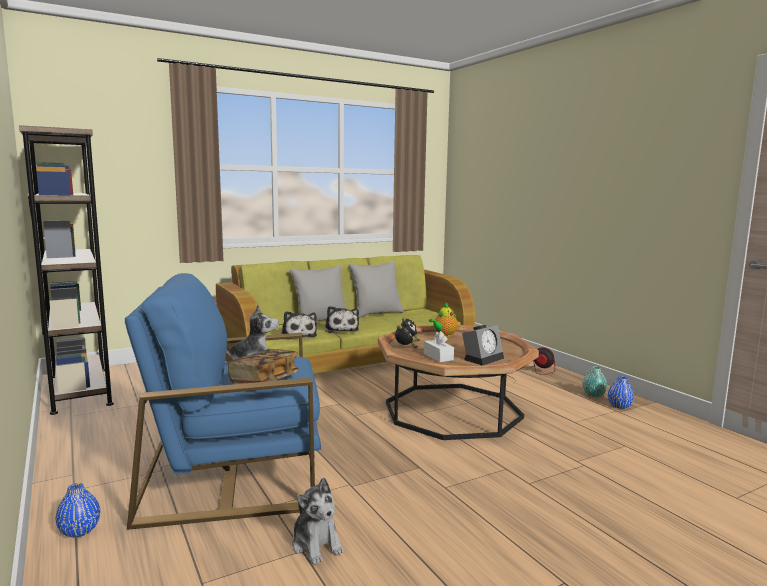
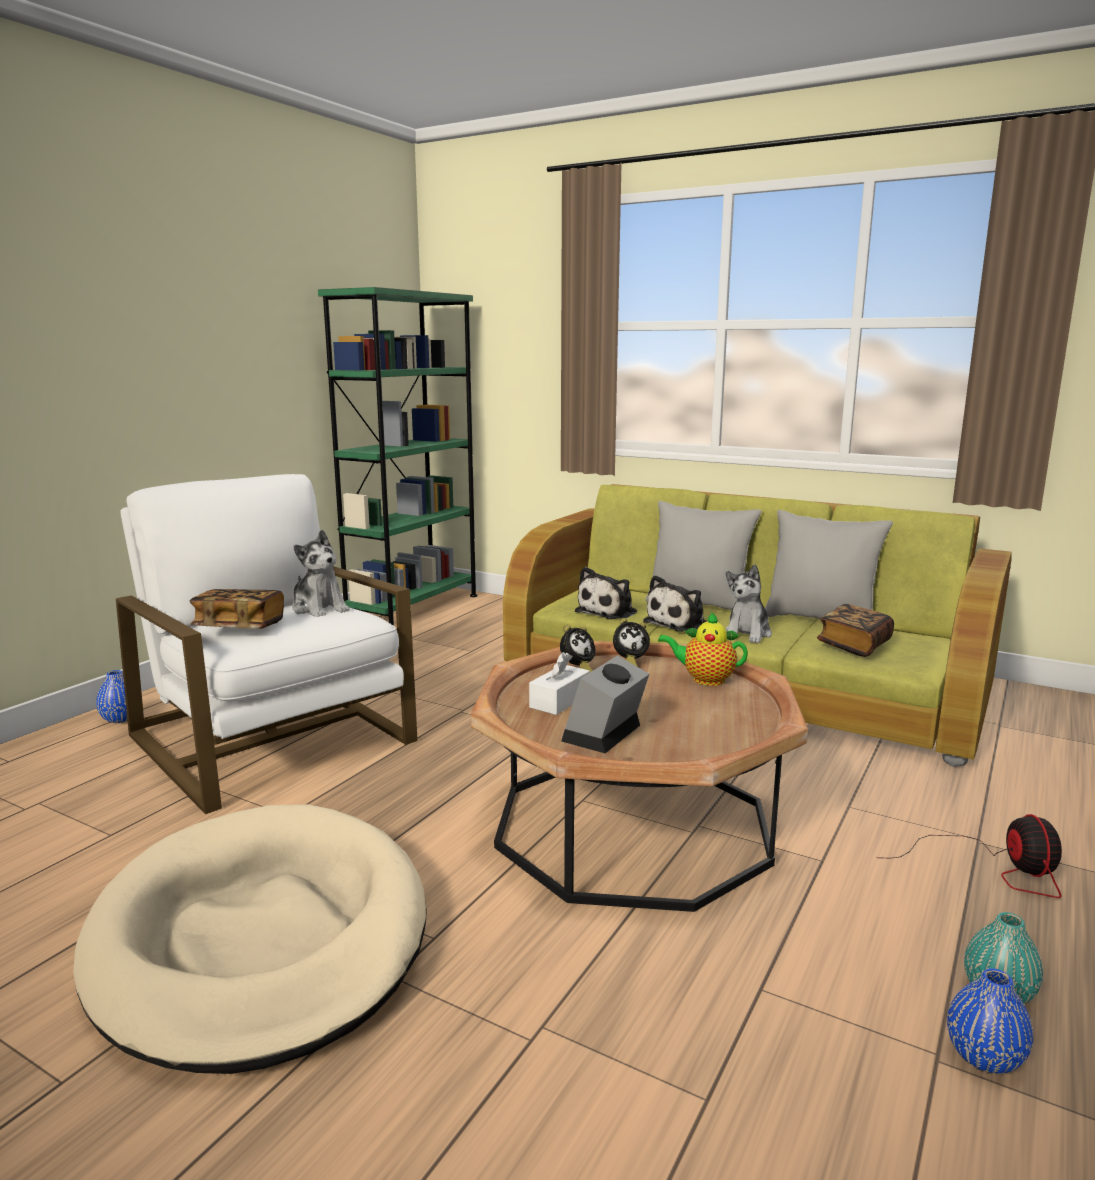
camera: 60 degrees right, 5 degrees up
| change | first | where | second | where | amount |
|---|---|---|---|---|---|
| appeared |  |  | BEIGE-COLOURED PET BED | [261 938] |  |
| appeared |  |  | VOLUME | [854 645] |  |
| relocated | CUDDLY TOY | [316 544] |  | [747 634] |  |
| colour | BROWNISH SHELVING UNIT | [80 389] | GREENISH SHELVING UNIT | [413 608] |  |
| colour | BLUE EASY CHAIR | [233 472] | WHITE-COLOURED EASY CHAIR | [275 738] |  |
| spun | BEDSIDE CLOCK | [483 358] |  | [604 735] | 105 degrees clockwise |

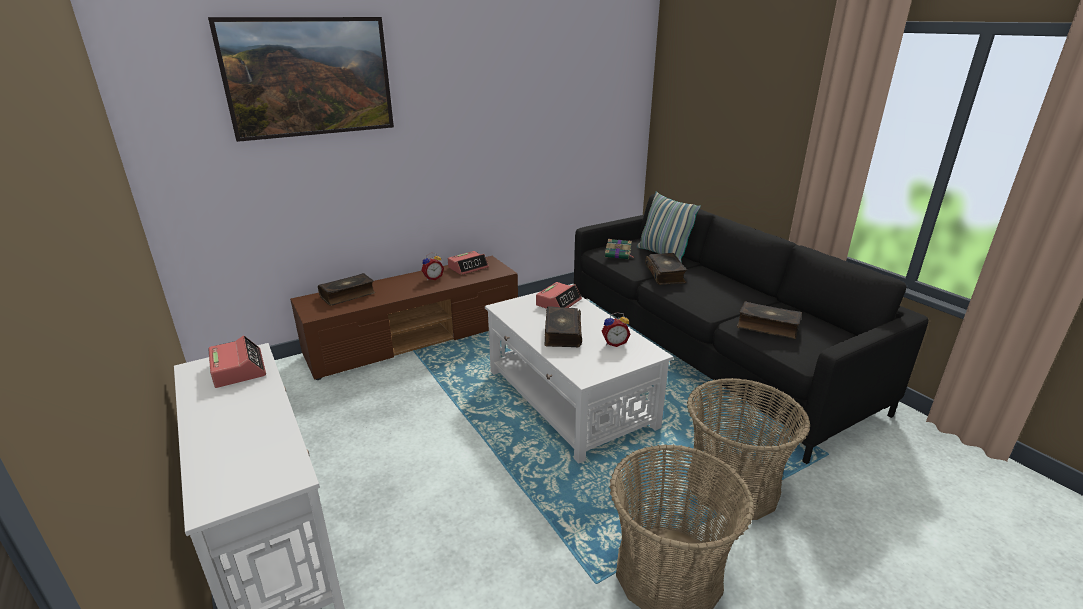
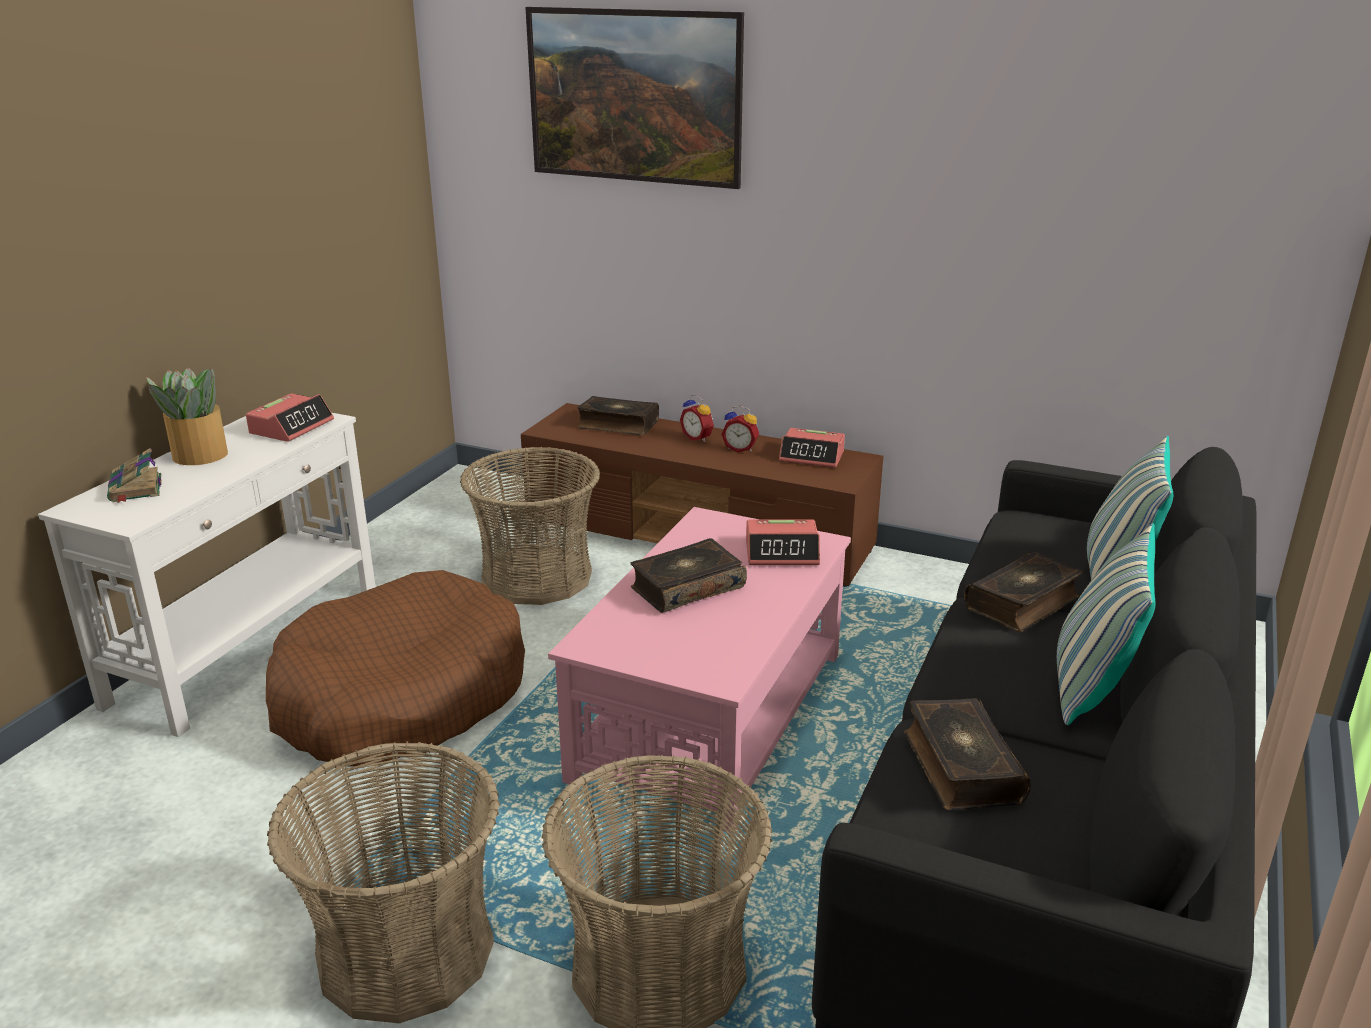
camera: 55 degrees right, 0 degrees up
| change | first | where | second | where | amount |
|---|---|---|---|---|---|
| appeared |  |  | PLANT IN A POT | [199 455] |  |
| appeared |  |  | BROWNISH PET BED | [401 697] |  |
| appeared |  |  | BASKET | [537 577] |  |
| appeared |  |  | THROW PILLOW | [1091 686] |  |
| relocated | BEDSIDE CLOCK | [614 343] |  | [698 438] |  |
| relocated | VOLUME | [618 255] |  | [135 489] |  |
| colour | WHITE-COLOURED COFFEE TABLE | [569 399] | PINK COFFEE TABLE | [709 716] |  |

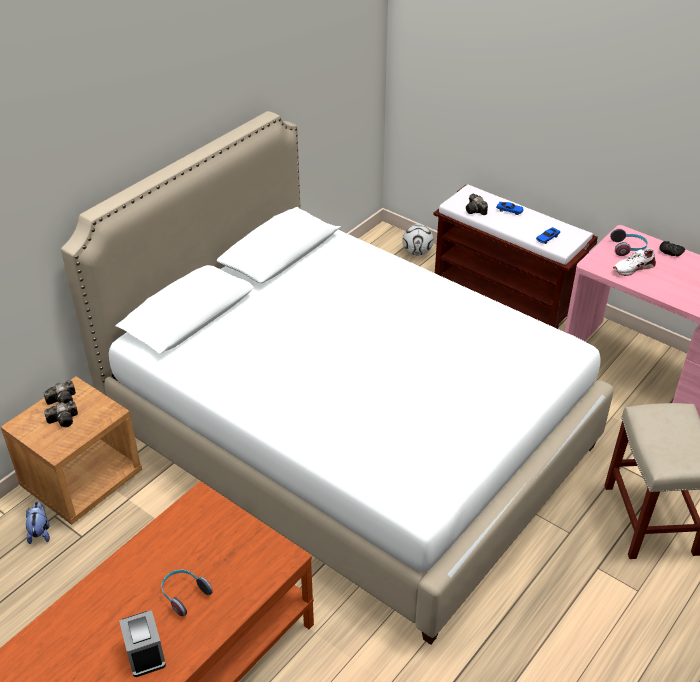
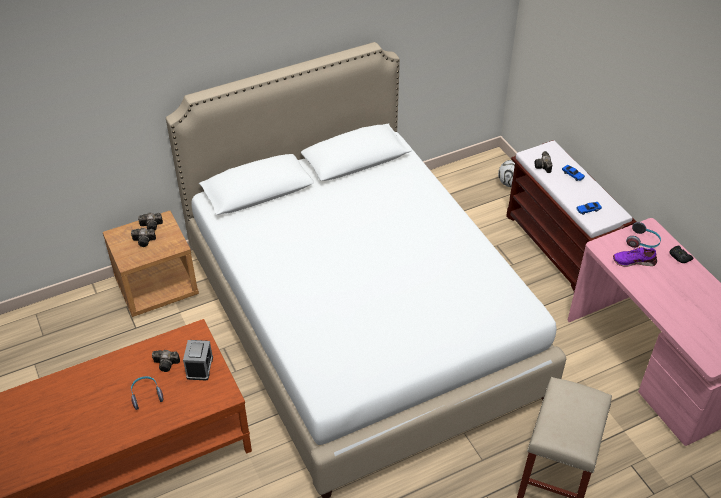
camera: 25 degrees right, 5 degrees up
| change | first | where | second | where | amount |
|---|---|---|---|---|---|
| missing | CUDDLY TOY | [40 532] |  |  |  |
| appeared |  |  | STILL CAMERA | [167 364] |  |
| relocated | BEDSIDE CLOCK | [145 653] |  | [199 367] |  |
| colour | WHITE-COLOURED ITEM OF FOOTWEAR | [633 268] | PURPLE-COLOURED ITEM OF FOOTWEAR | [634 261] |  |

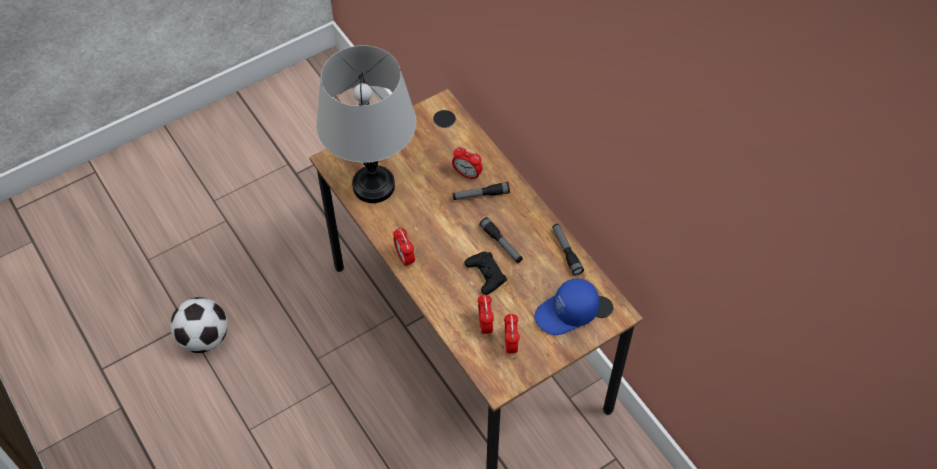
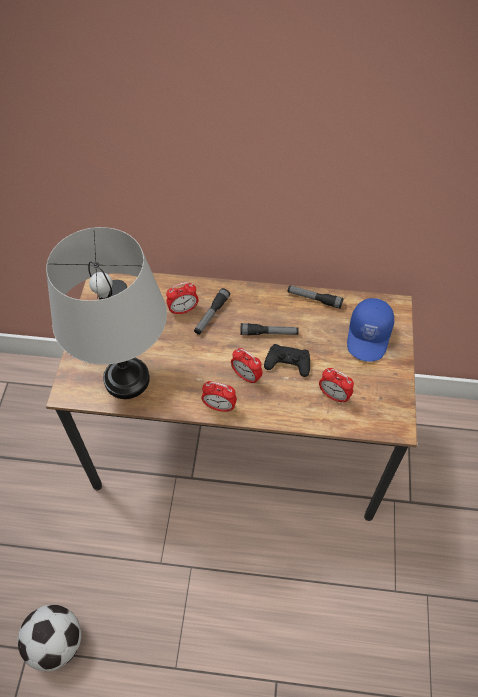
camera: 50 degrees left, 0 degrees up
| change | first | where | second | where | amount |
|---|---|---|---|---|---|
| relocated | BEDSIDE CLOCK | [510 344] |  | [246 376] |  |

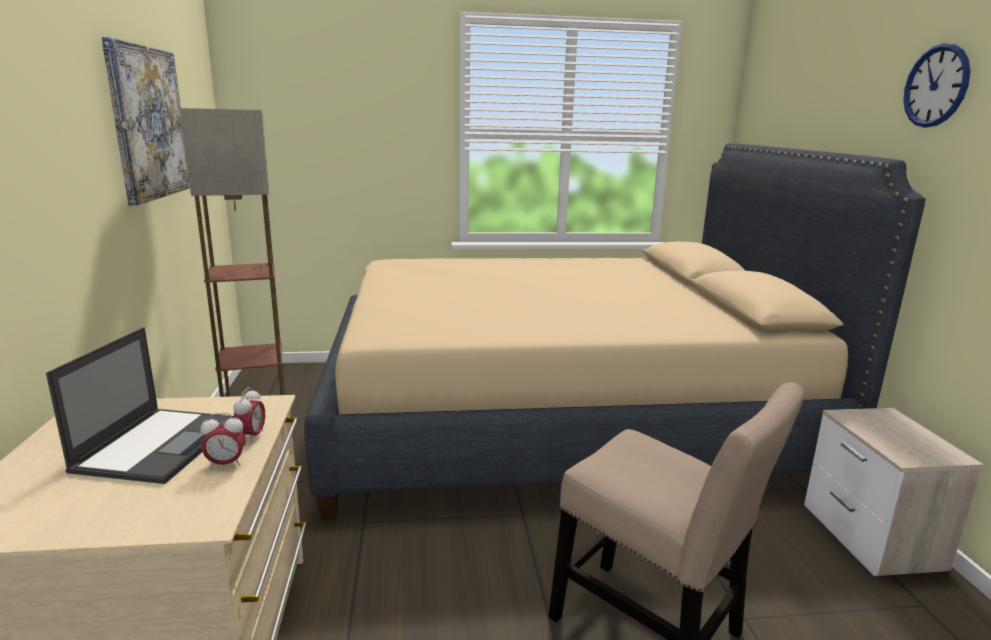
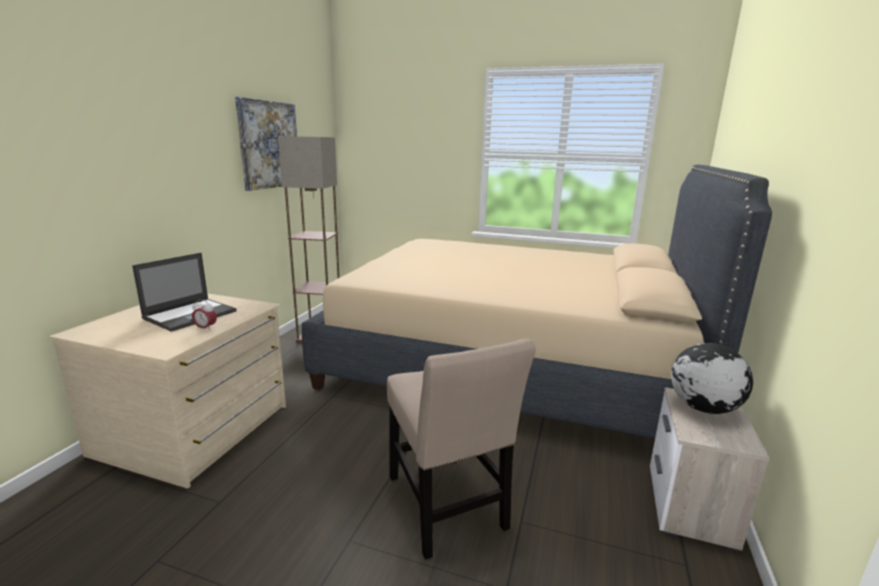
camera: 25 degrees right, 0 degrees up
| change | first | where | second | where | amount |
|---|---|---|---|---|---|
| missing | BEDSIDE CLOCK | [251 437] |  |  |  |
| missing | HANGING CLOCK | [936 86] |  |  |  |
| appeared |  |  | WORLD GLOBE | [702 408] |  |

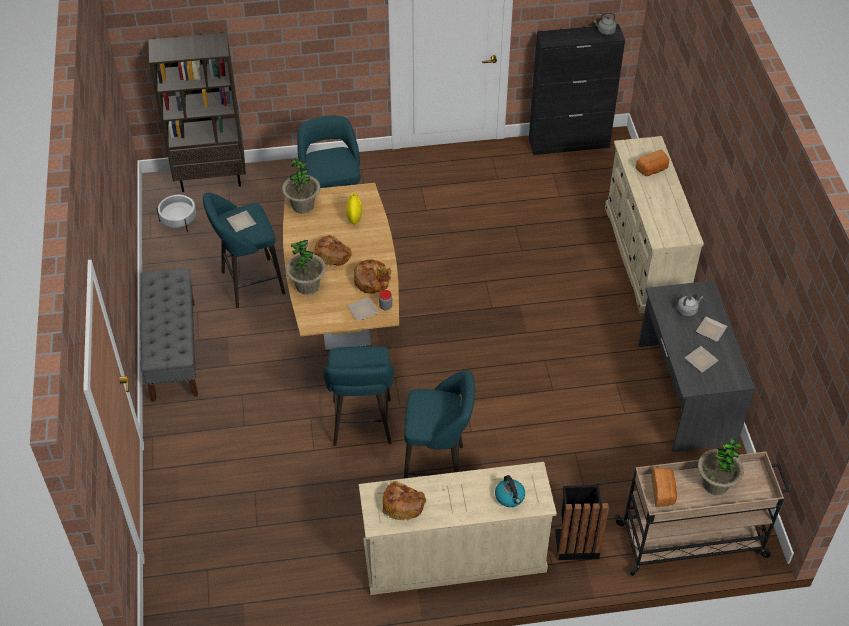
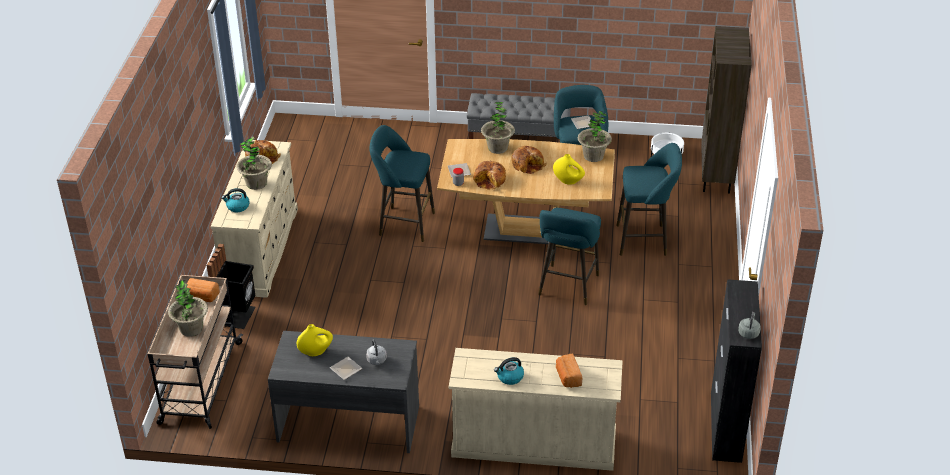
camera: 105 degrees right, 10 degrees down
| change | first | where | second | where | amount |
|---|---|---|---|---|---|
| appeared |  |  | PLANT IN A POT | [256 183] |  |
| appeared |  |  | TEA KETTLE | [509 377] |  |
| relocated | TURQUOISE-COLOURED STOOL SEAT | [438 468] |  | [567 287] |  |
| exchanged | DINNER PLATE | [699 360] | YELLOW DECORATIVE VASE | [316 352] |  |

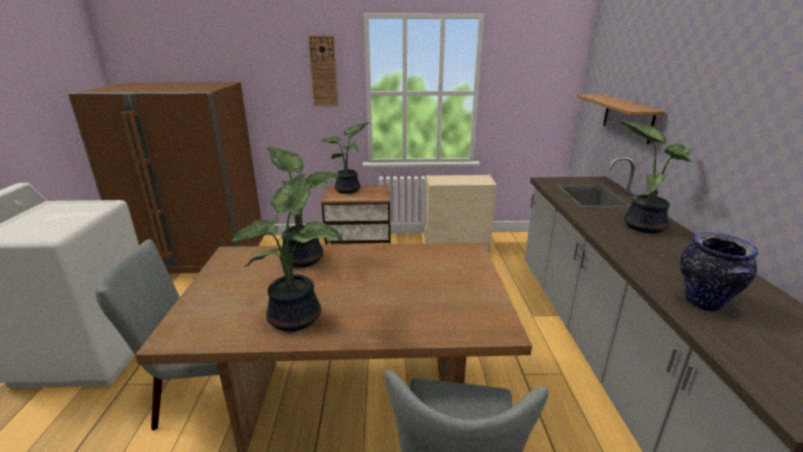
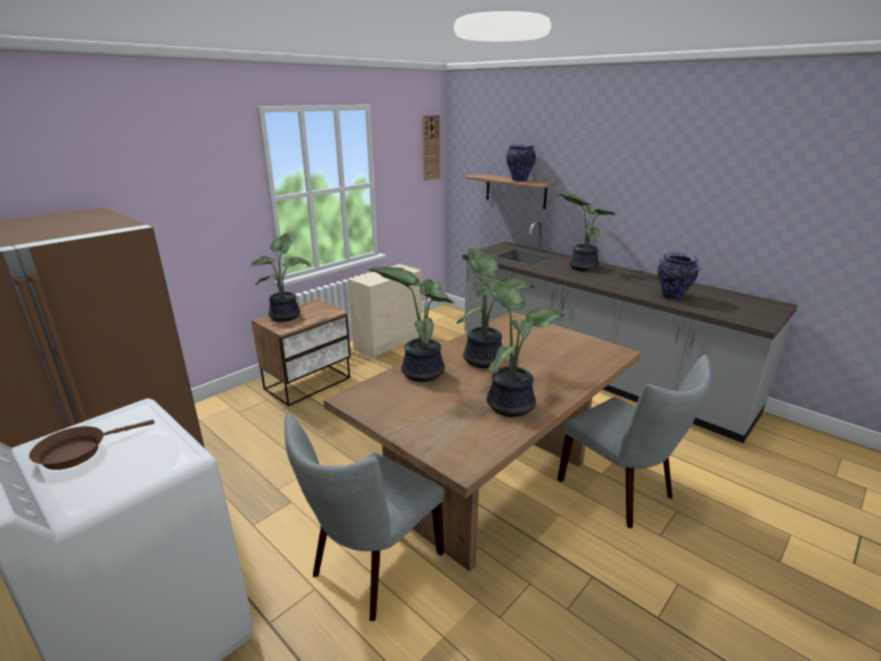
camera: 45 degrees left, 0 degrees up
| change | first | where | second | where | amount |
|---|---|---|---|---|---|
| appeared |  |  | BROWNISH PAN | [78 452] |  |
| appeared |  |  | PLANT IN A POT | [484 359] |  |
| appeared |  |  | DECORATIVE VASE | [519 180] |  |
| relocated | HANGING CLOCK | [323 71] |  | [431 148] |  |

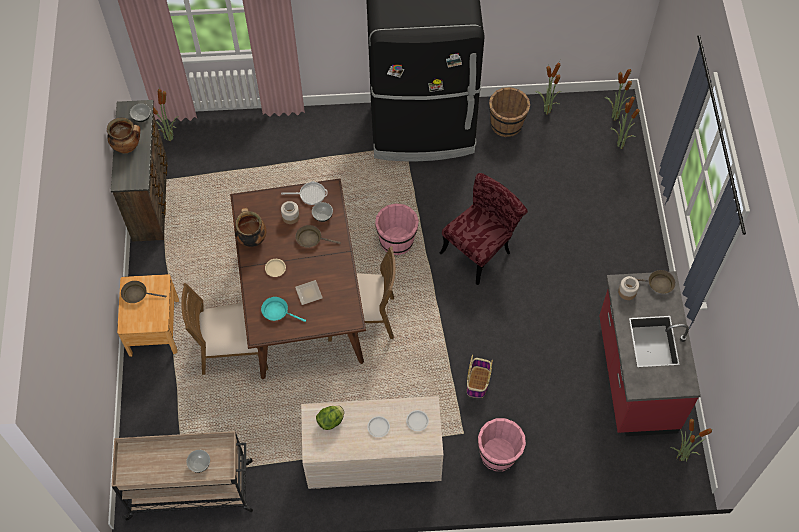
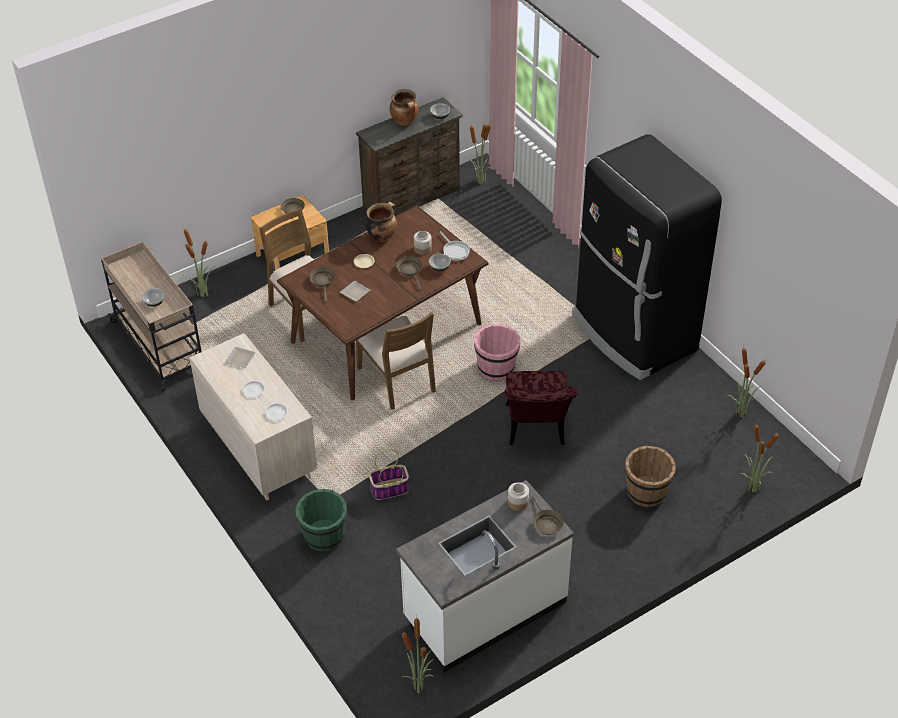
camera: 60 degrees right, 15 degrees down
| change | first | where | second | where | amount |
|---|---|---|---|---|---|
| relocated | BROWNISH PAIL | [506 124] |  | [646 492] |  |
| relocated | PLANT IN A POT | [614 116] |  | [202 293] |  |
| exchanged | LETTUCE | [331 421] | DINNER PLATE | [240 358] |  |
| colour | TURQUOISE-COLOURED PAN | [277 311] | BROWNISH PAN | [323 281] |  |
| colour | PINK PAIL | [498 454] | GREENISH PAIL | [324 536] |  |
| colour | RED-COLOURED KITCHEN BASE UNIT | [634 375] | WHITE-COLOURED KITCHEN BASE UNIT | [484 610] |  |
| spun | RED-COLOURED CHAIR | [480 248] |  | [536 430] | 75 degrees clockwise |

